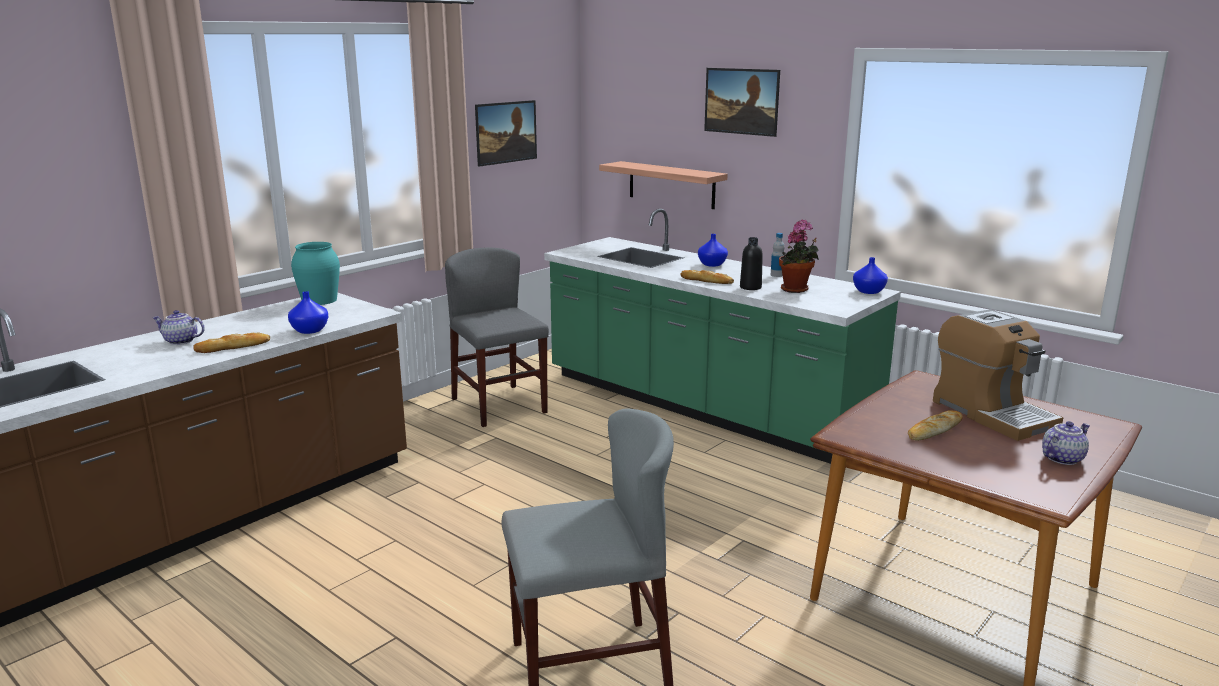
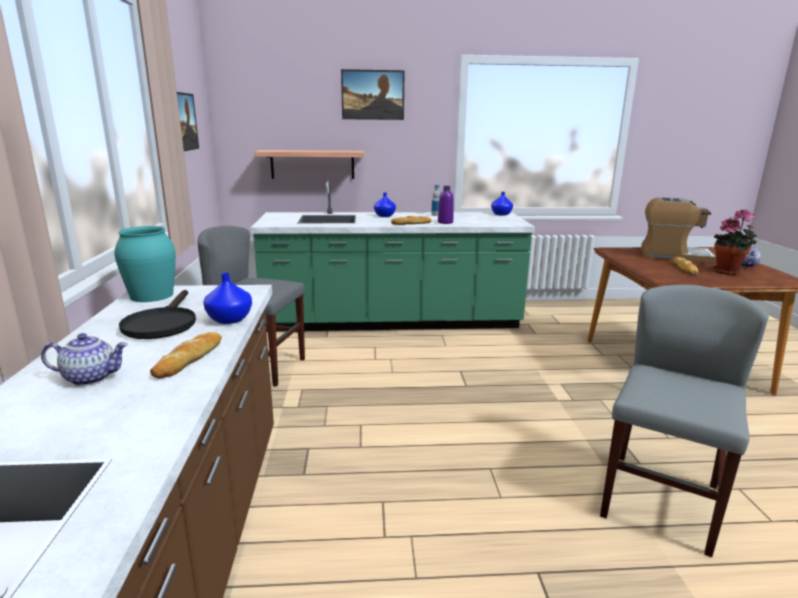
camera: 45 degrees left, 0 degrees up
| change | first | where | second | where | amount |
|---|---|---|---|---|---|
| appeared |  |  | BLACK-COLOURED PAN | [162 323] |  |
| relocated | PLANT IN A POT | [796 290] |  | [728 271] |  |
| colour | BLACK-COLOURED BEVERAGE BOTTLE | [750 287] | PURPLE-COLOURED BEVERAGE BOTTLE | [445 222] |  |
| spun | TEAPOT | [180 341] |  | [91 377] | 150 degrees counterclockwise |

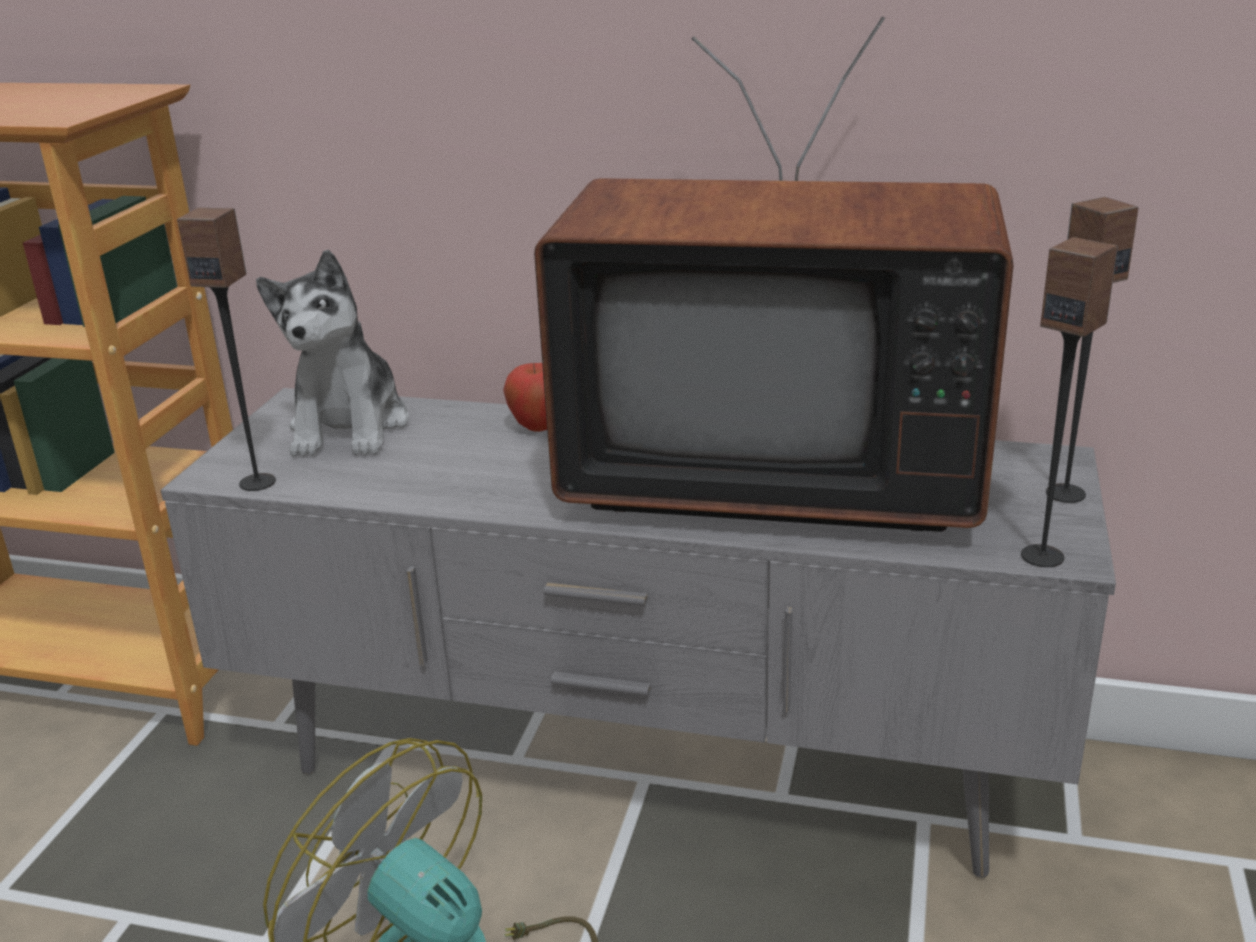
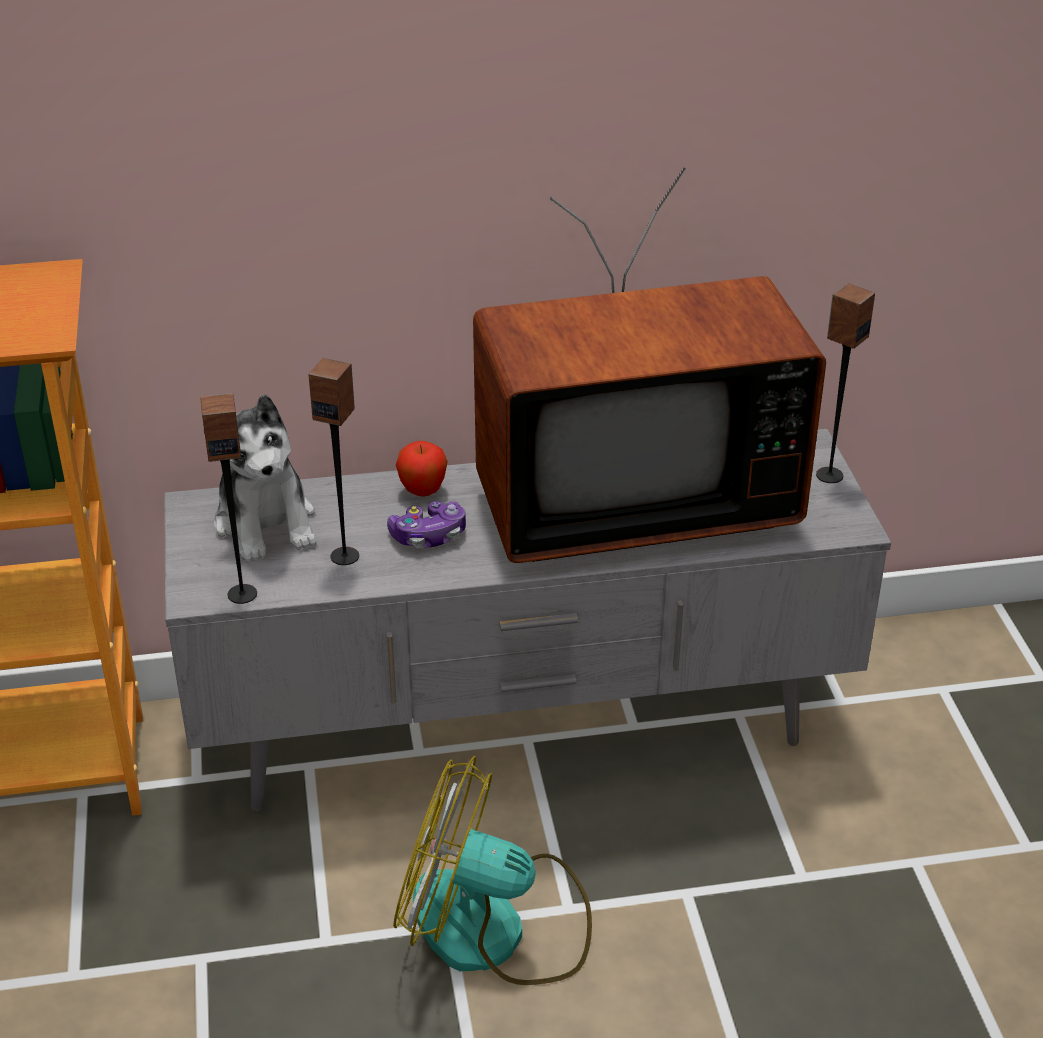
camera: 25 degrees left, 10 degrees up
| change | first | where | second | where | amount |
|---|---|---|---|---|---|
| appeared |  |  | JOYPAD | [429 536] |  |
| relocated | SPEAKER | [1043 556] |  | [345 556] |  |

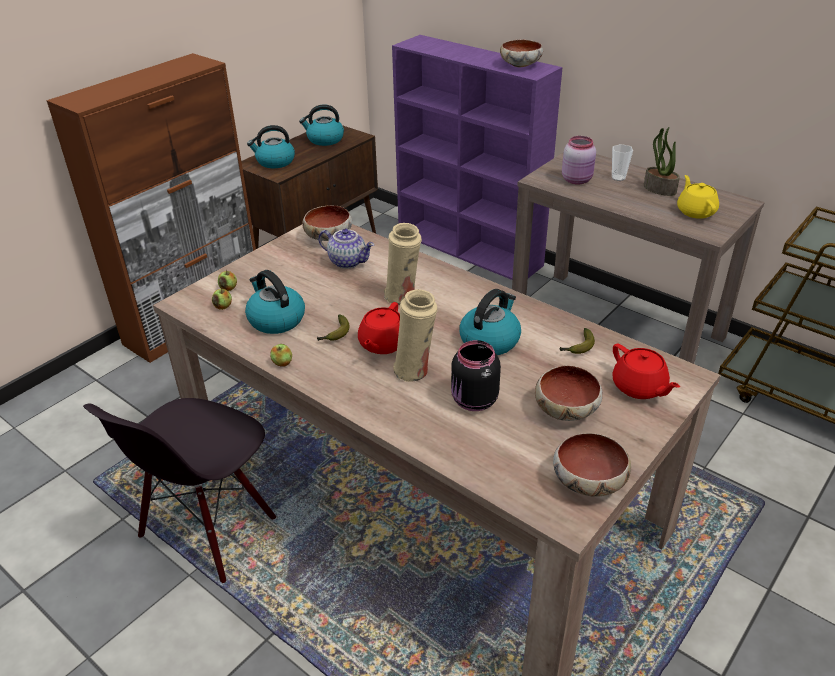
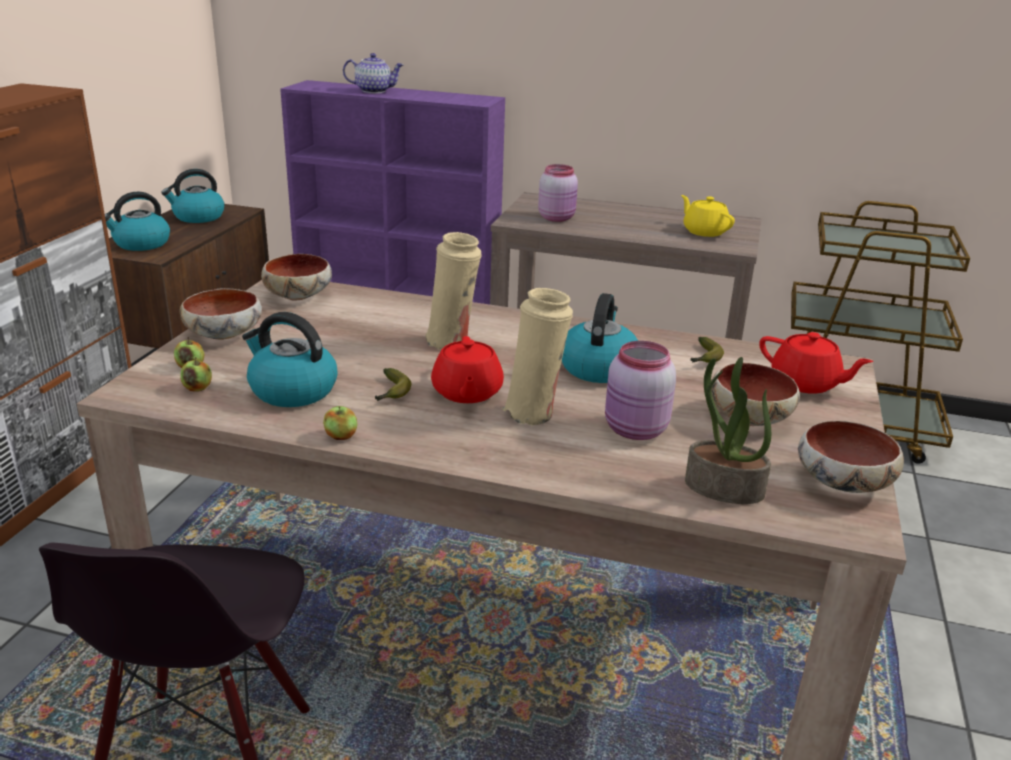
camera: 25 degrees left, 10 degrees down
| change | first | where | second | where | amount |
|---|---|---|---|---|---|
| missing | SMALL CUP | [618 178] |  |  |  |
| relocated | TEAPOT | [348 261] |  | [374 91] |  |
| relocated | BOWL | [521 65] |  | [225 334] |  |
| relocated | PLANT IN A POT | [659 189] |  | [722 488] |  |
| colour | BLACK-COLOURED JAR | [473 401] | PINK JAR | [635 430] |  |

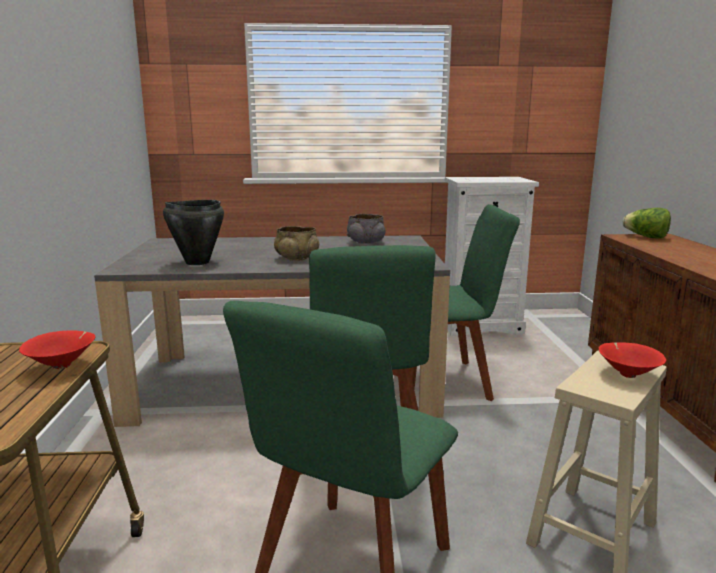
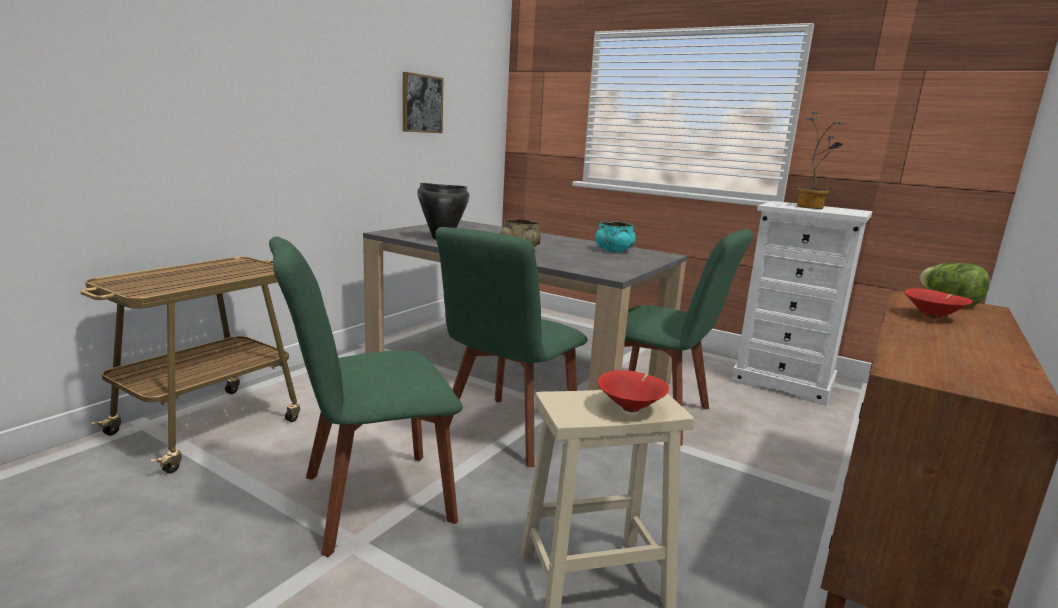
camera: 35 degrees right, 0 degrees up
| change | first | where | second | where | amount |
|---|---|---|---|---|---|
| appeared |  |  | WALL ART | [422 104] |  |
| appeared |  |  | PLANT IN A POT | [812 207] |  |
| relocated | RED-COLOURED BOWL | [63 365] |  | [933 317] |  |
| colour | GRAY BOWL | [366 242] | TURQUOISE-COLOURED BOWL | [614 250] |  |

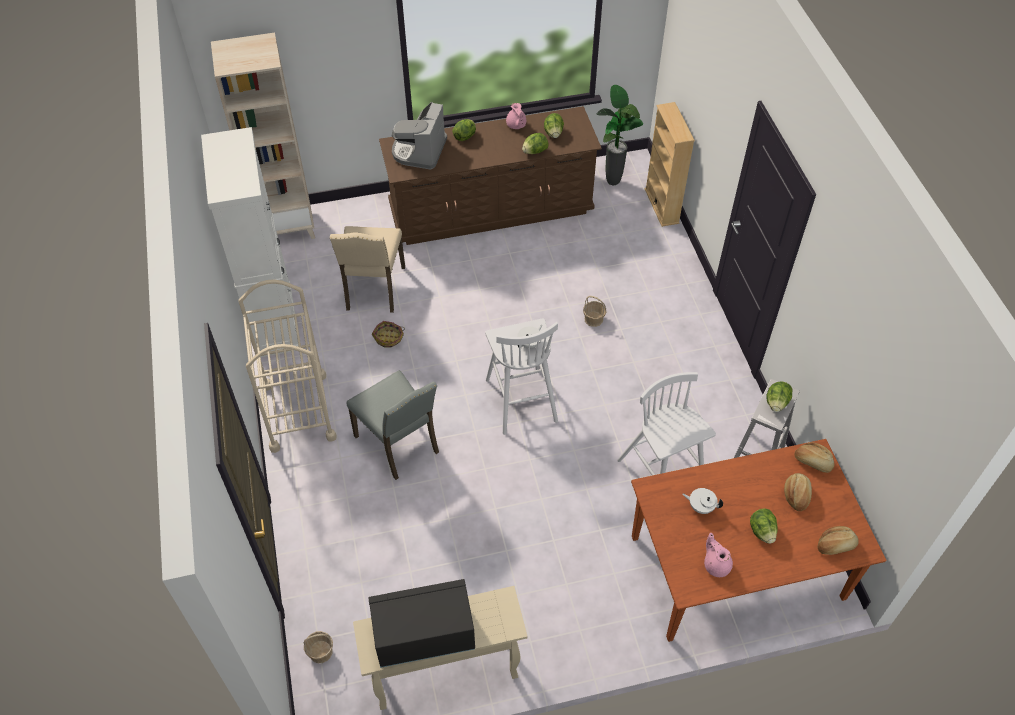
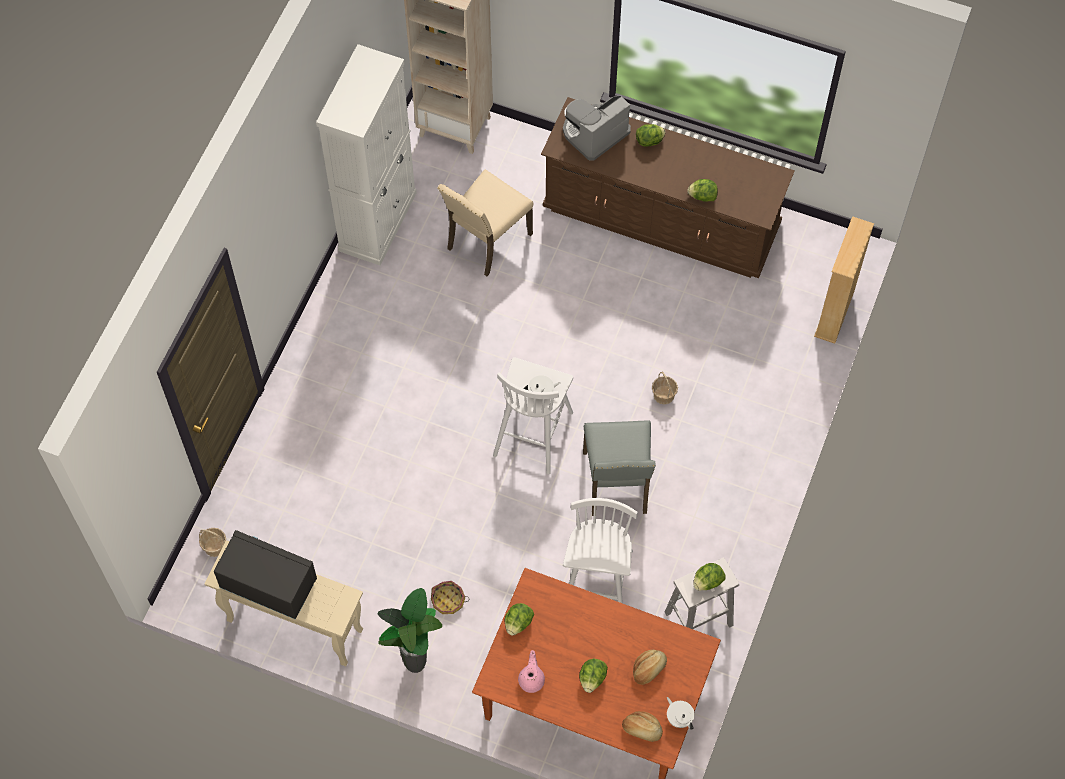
camera: 35 degrees right, 10 degrees up
| change | first | where | second | where | amount |
|---|---|---|---|---|---|
| missing | BEIGE-COLOURED TROLLEY | [298 411] |  |  |  |
| missing | PINK TEAPOT | [516 125] |  |  |  |
| missing | BREAD | [813 462] |  |  |  |
| relocated | GRAY CHAIR | [399 444] |  | [617 484] |  |
| relocated | BASKET | [389 338] |  | [448 601] |  |
| relocated | LETTUCE | [553 133] |  | [518 623] |  |
| relocated | PLANT IN A POT | [613 181] |  | [417 664] |  |
| relocated | WHITE-COLOURED TEAPOT | [701 506] |  | [679 717] |  |

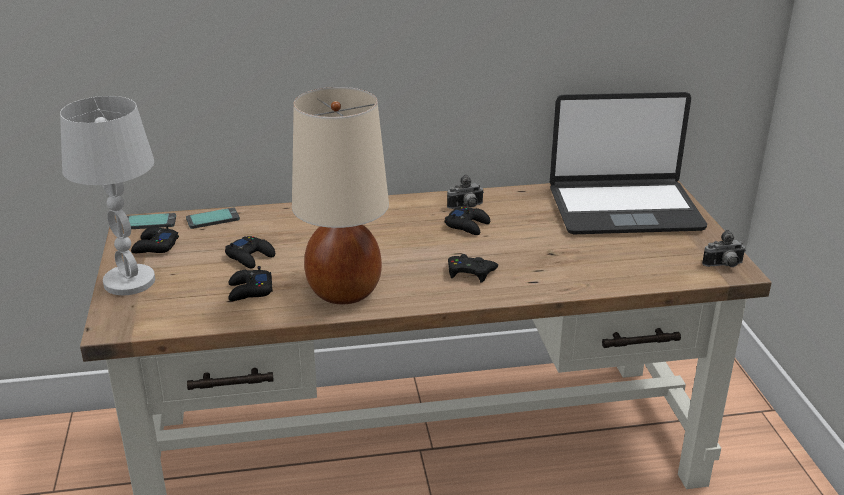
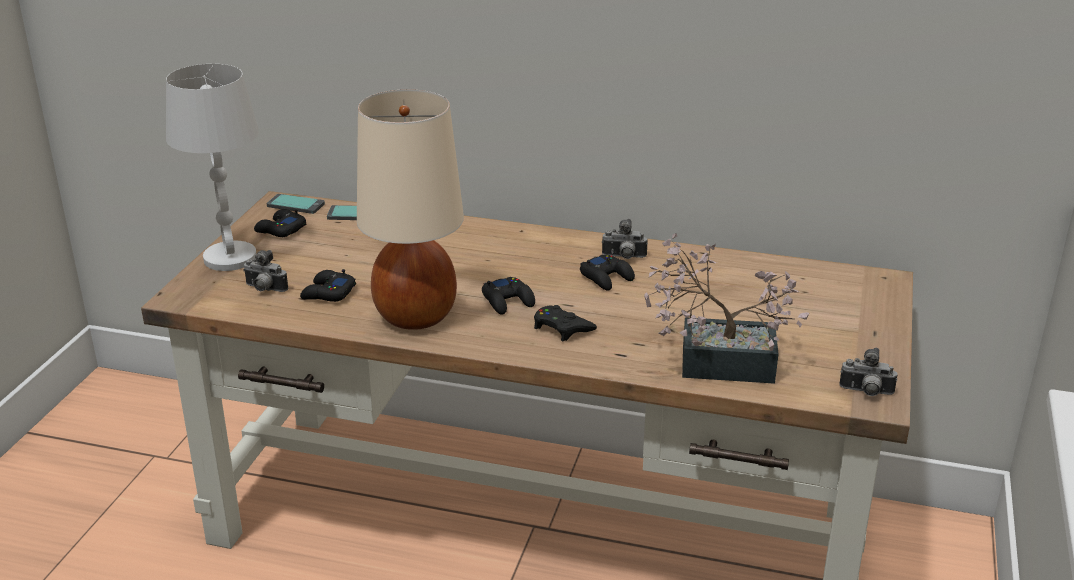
camera: 25 degrees right, 0 degrees up
| change | first | where | second | where | amount |
|---|---|---|---|---|---|
| missing | NOTEBOOK COMPUTER | [623 208] |  |  |  |
| appeared |  |  | STILL CAMERA | [264 289] |  |
| appeared |  |  | PLANT IN A POT | [714 362] |  |
| relocated | BLACK-COLOURED JOYPAD | [250 256] |  | [508 301] |  |

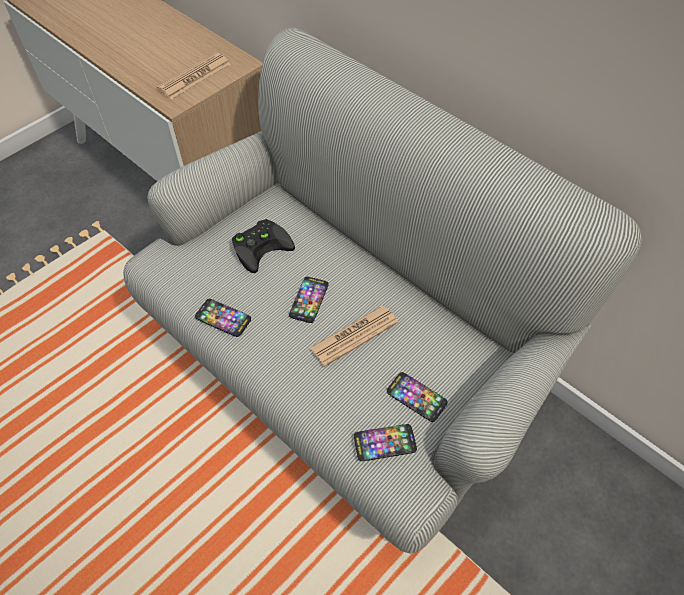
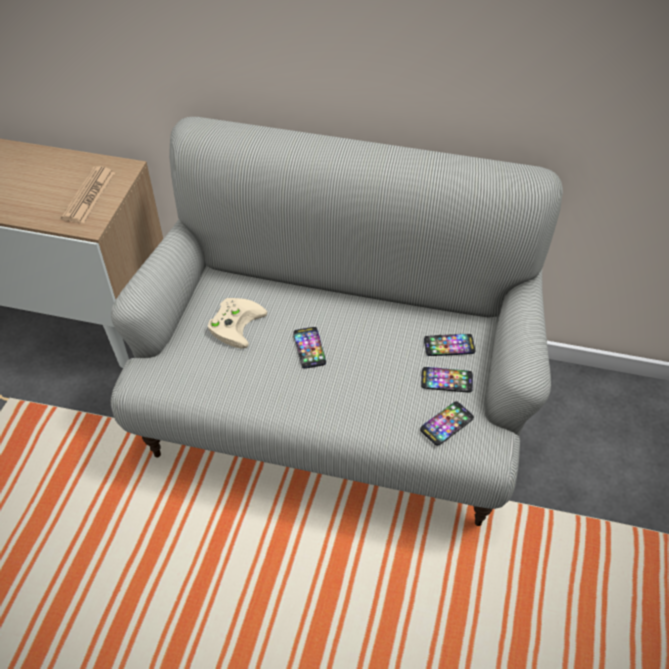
camera: 30 degrees left, 5 degrees down
| change | first | where | second | where | amount |
|---|---|---|---|---|---|
| missing | PRINTED PAPER | [354 335] |  |  |  |
| relocated | TELEPHONE | [223 318] |  | [449 345] |  |
| colour | BLACK-COLOURED JOYPAD | [262 245] | BEIGE-COLOURED JOYPAD | [235 323] |  |

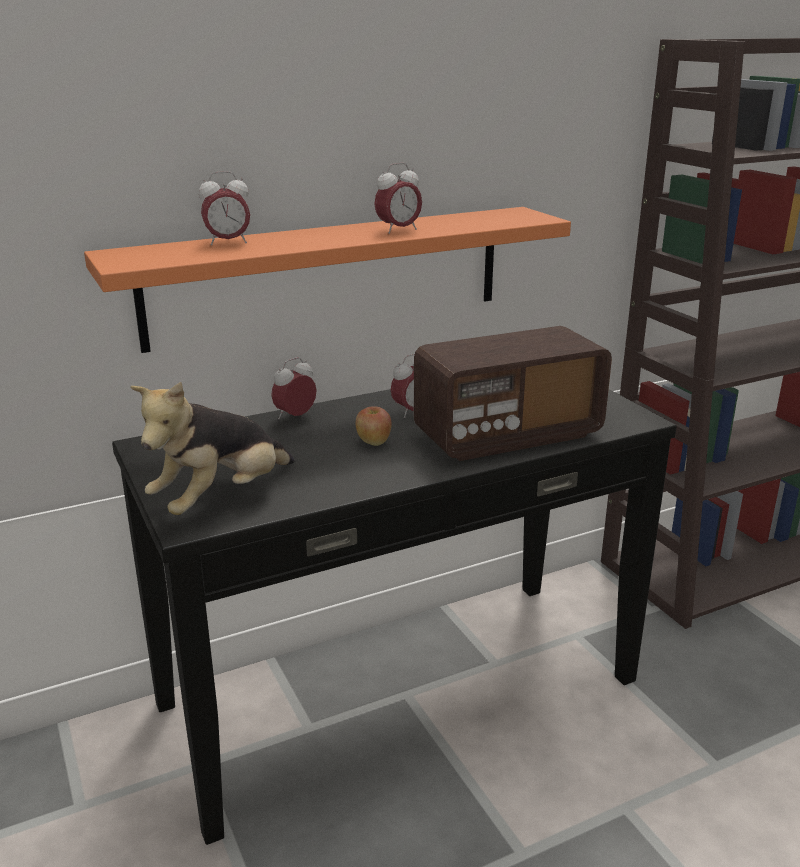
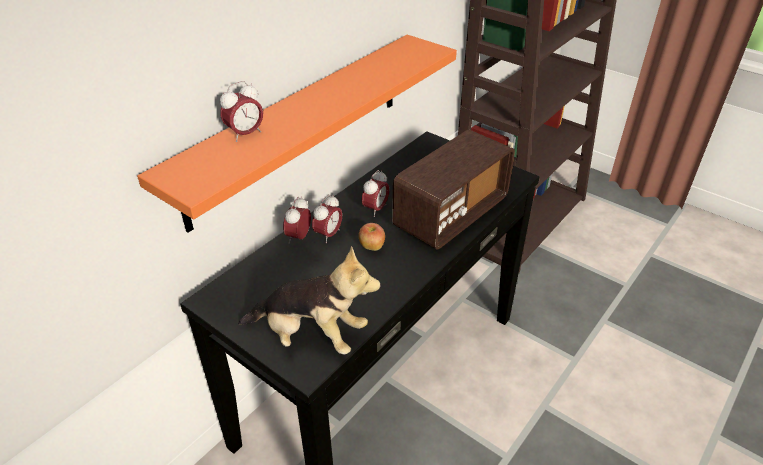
camera: 25 degrees left, 15 degrees up
| change | first | where | second | where | amount |
|---|---|---|---|---|---|
| relocated | BEDSIDE CLOCK | [398 230] |  | [328 235] |  |
| spun | CUDDLY TOY | [221 499] |  | [311 335] | 90 degrees counterclockwise |

